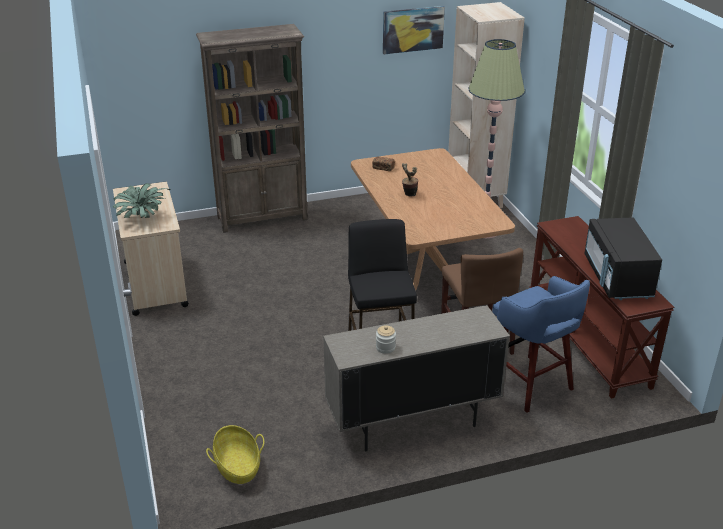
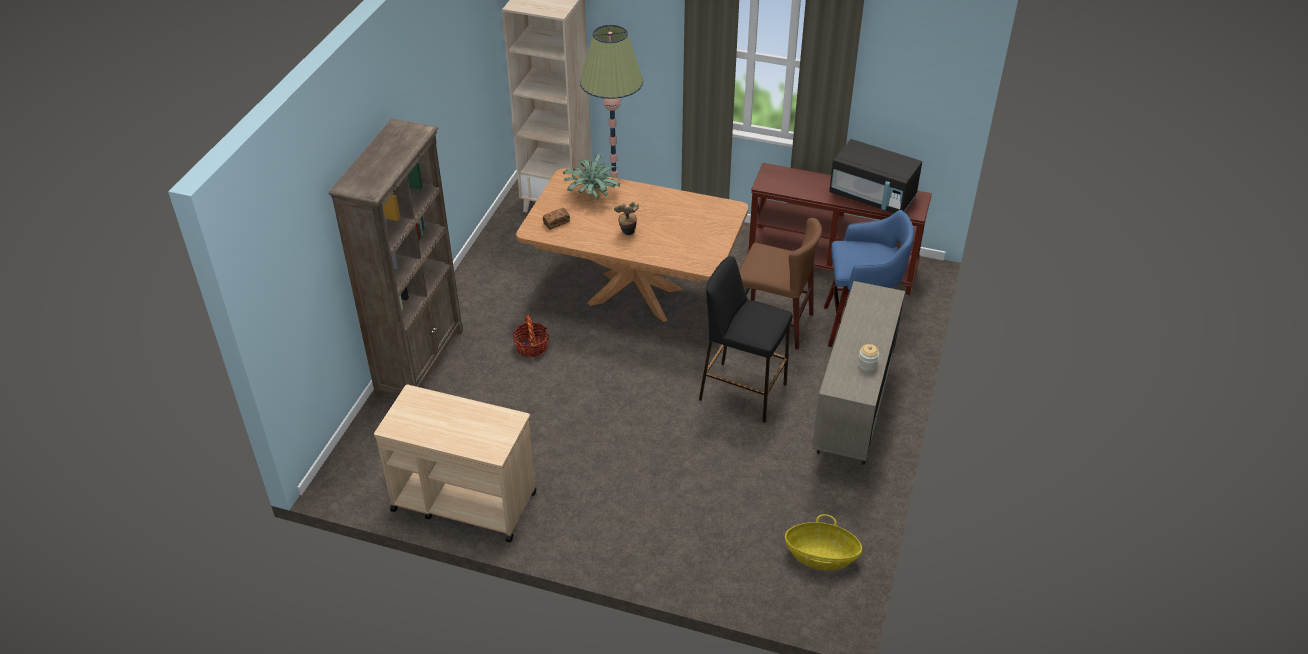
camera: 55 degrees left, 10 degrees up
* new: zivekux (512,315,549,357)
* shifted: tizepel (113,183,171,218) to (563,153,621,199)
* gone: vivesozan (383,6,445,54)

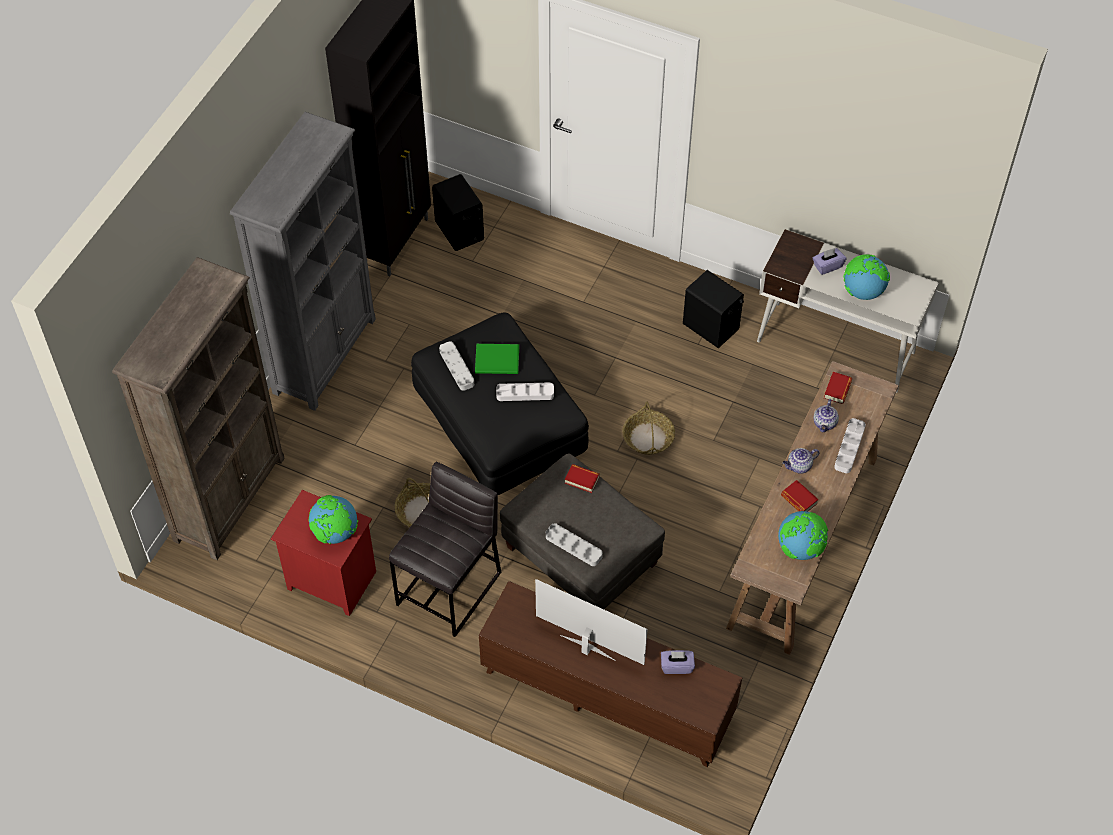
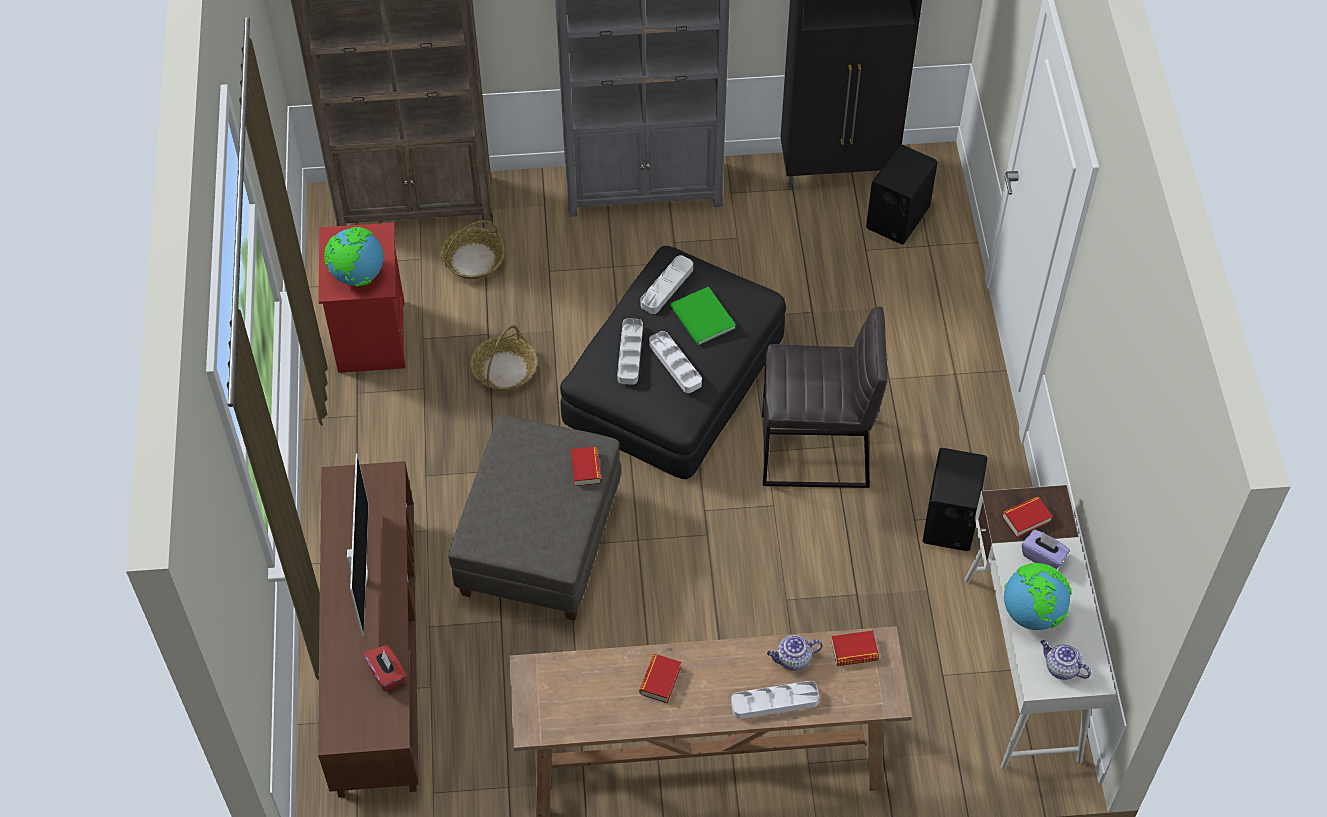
camera: 60 degrees right, 0 degrees up
* repainted: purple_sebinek (661,650,695,674) to red_sebinek (363,645,406,691)
* shifted: zivekux (622,402,675,455) to (440,220,505,279)
* shifted: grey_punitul (546,523,603,566) to (617,318,643,385)
* shifted: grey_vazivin (389,462,501,637) to (762,307,888,488)
* new: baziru (1002,497,1053,538)
* shifted: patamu (783,448,820,474) to (1040,640,1091,680)
* gone: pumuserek (778,511,828,560)

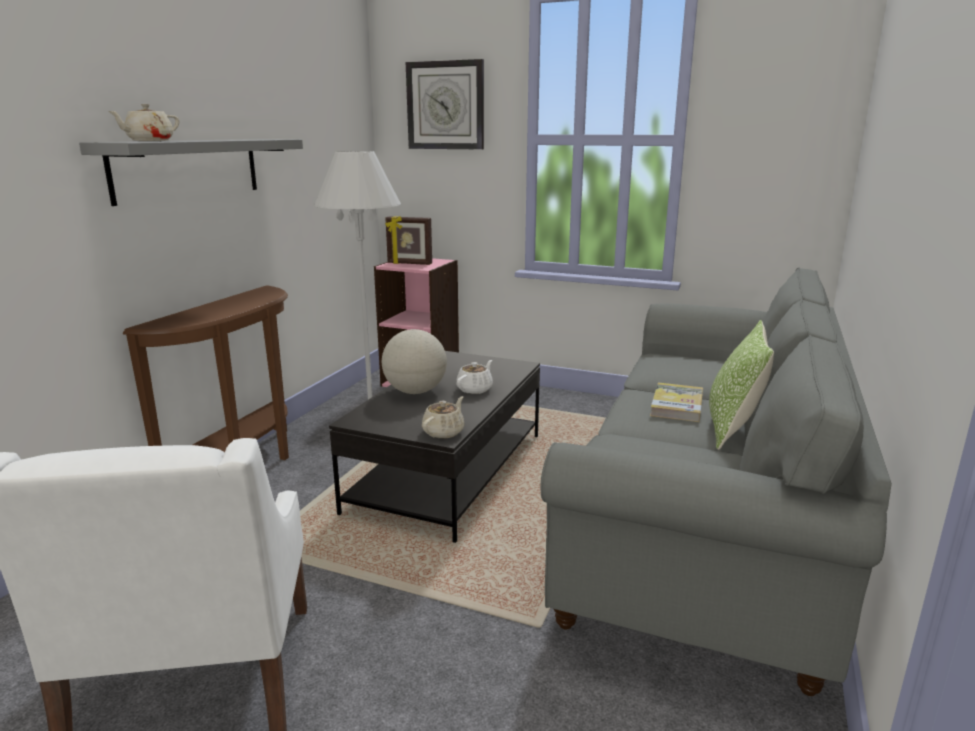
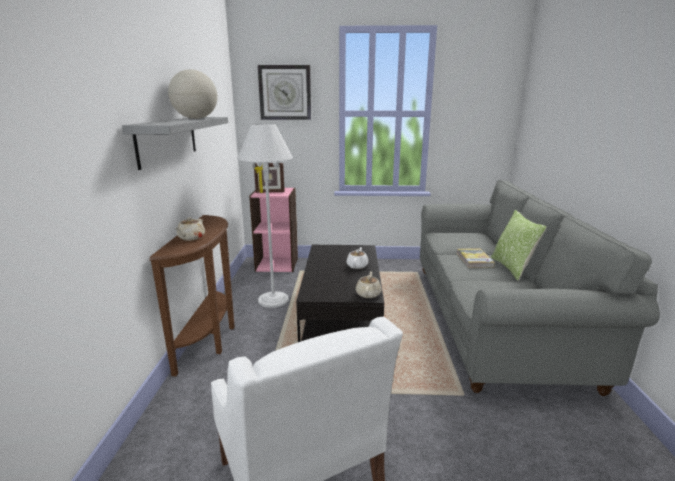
camera: 20 degrees left, 0 degrees up
* shifted: pumuserek (382,329,447,394) to (168,69,218,119)
* shifted: beige_patamu (108,104,179,141) to (175,217,205,241)

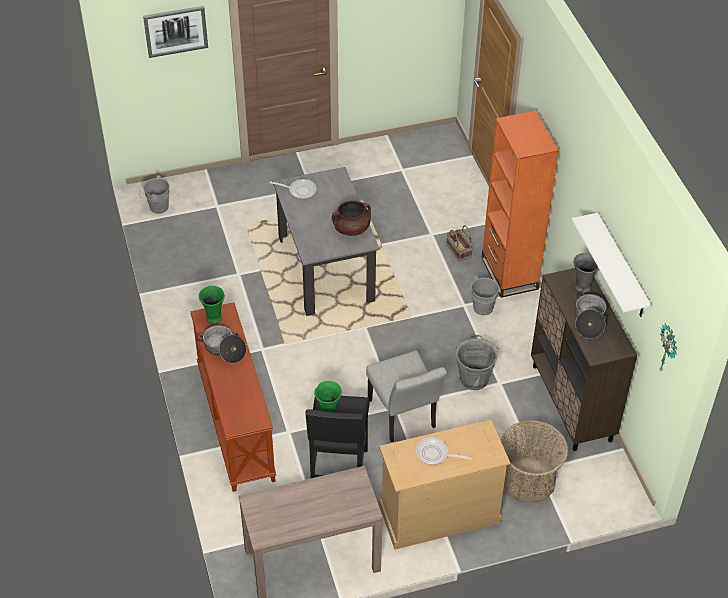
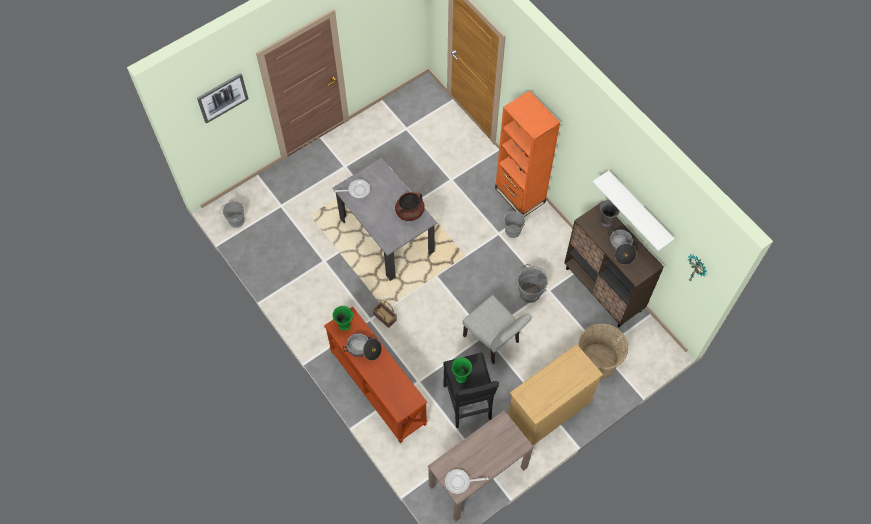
camera: 20 degrees left, 15 degrees up
* shifted: zivekux (446,225,473,262) to (372,301,397,328)
* shifted: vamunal (416,437,472,465) to (445,469,488,494)

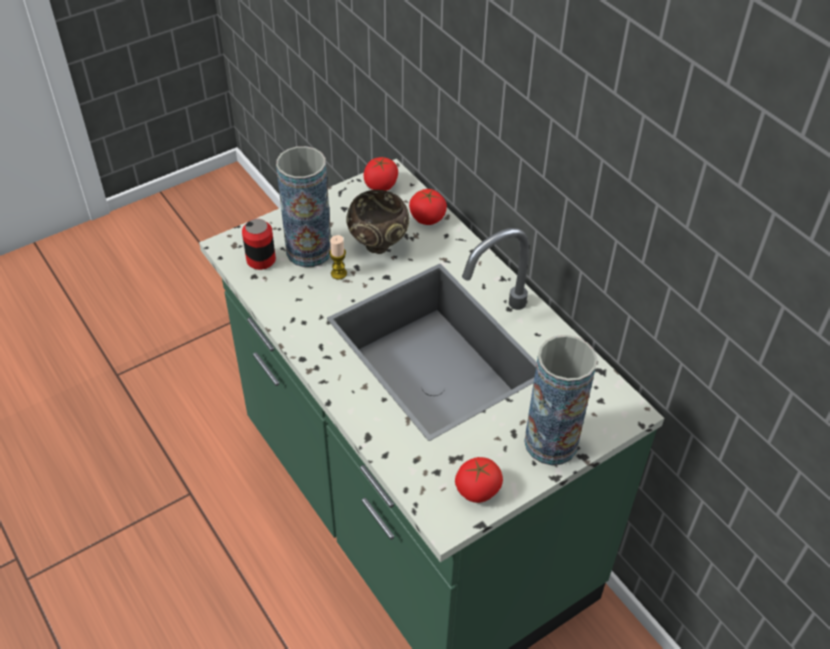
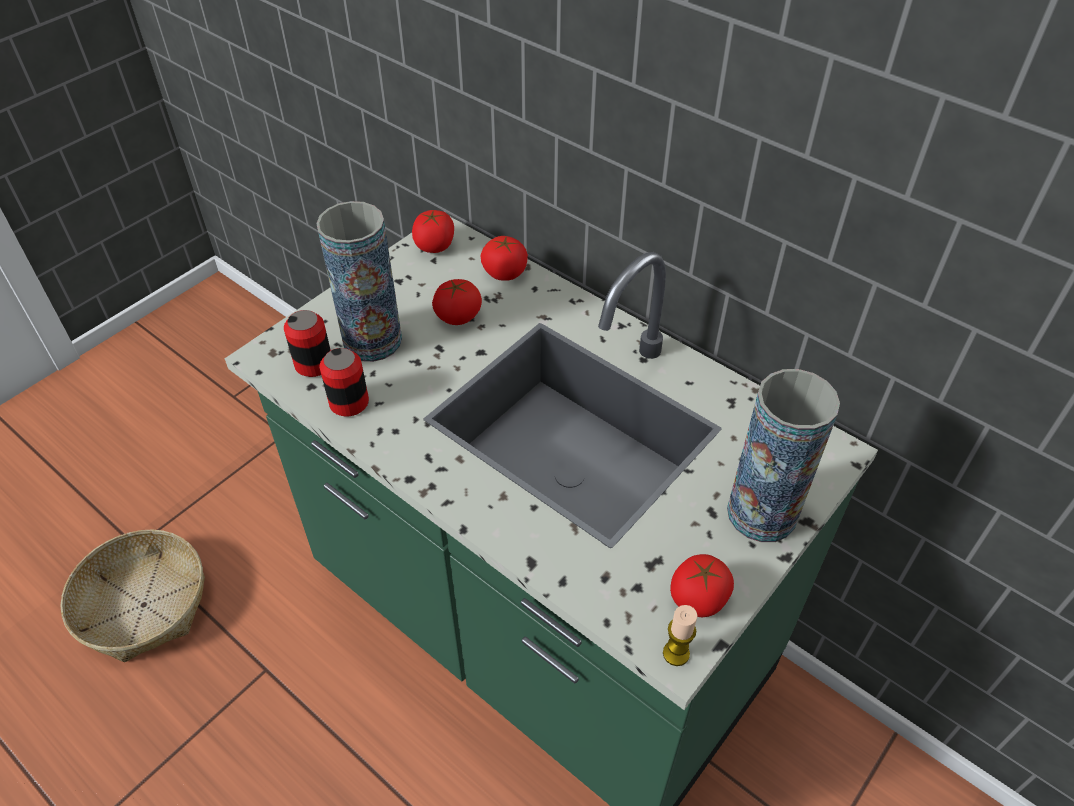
camera: 15 degrees left, 0 degrees up
* new: zivekux (61,530,205,662)
* new: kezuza (320,348,369,417)
* swapped: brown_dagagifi (346,190,409,254) to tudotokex (432,279,482,325)
* shifted: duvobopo (329,235,347,280) to (663,605,698,666)

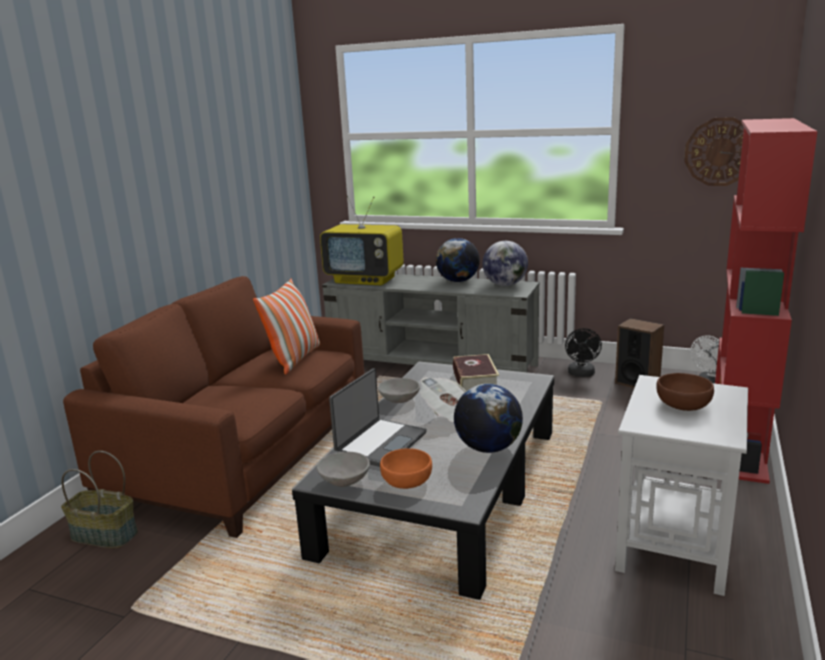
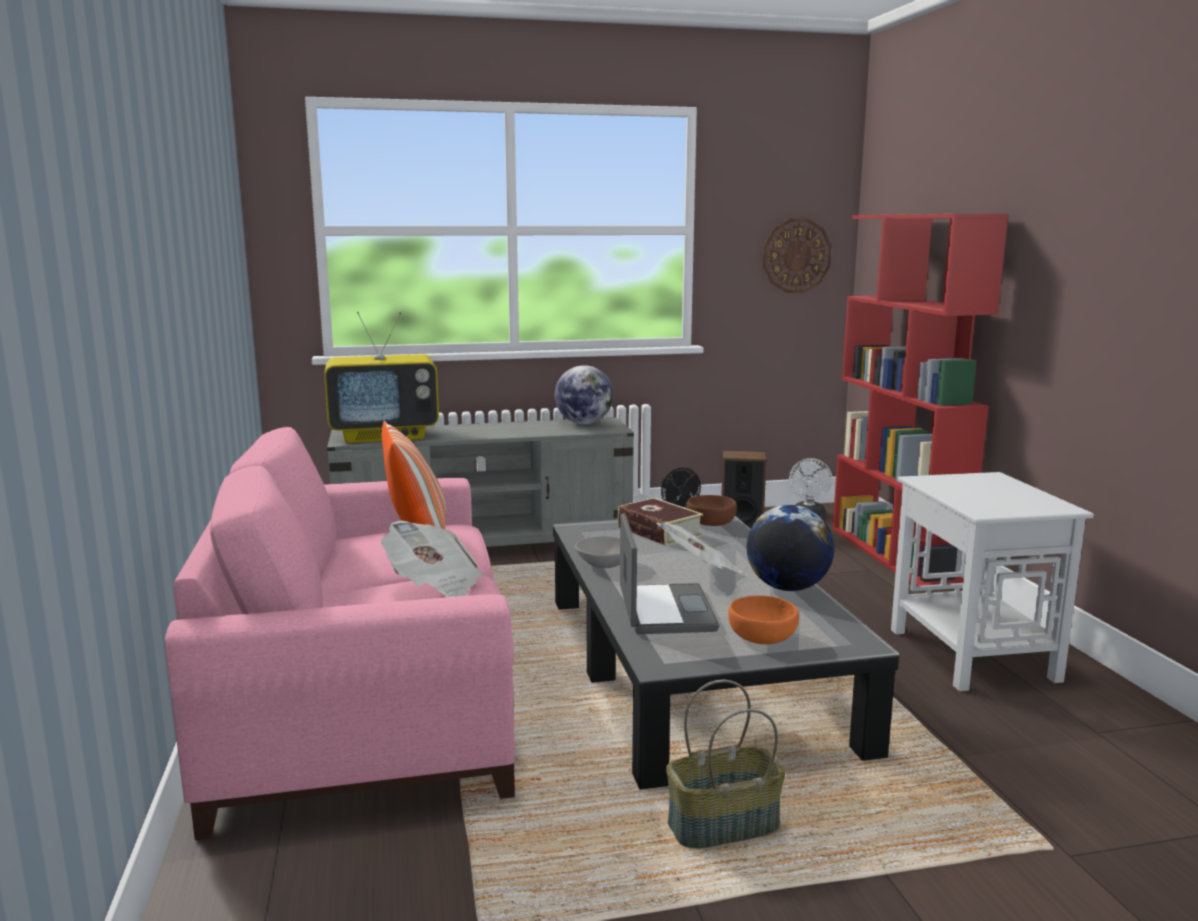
camera: 35 degrees left, 5 degrees down
* repainted: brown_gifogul (63,276,364,538) to pink_gifogul (165,427,515,840)
* new: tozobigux (381,521,483,597)
* shifted: zivekux (61,451,138,548) to (666,680,786,848)
* shifted: brown_dagagifi (656,373,714,411) to (686,495,737,526)
* gone: grey_dagagifi (317,452,370,487)
* gone: pumuserek (436,238,480,282)

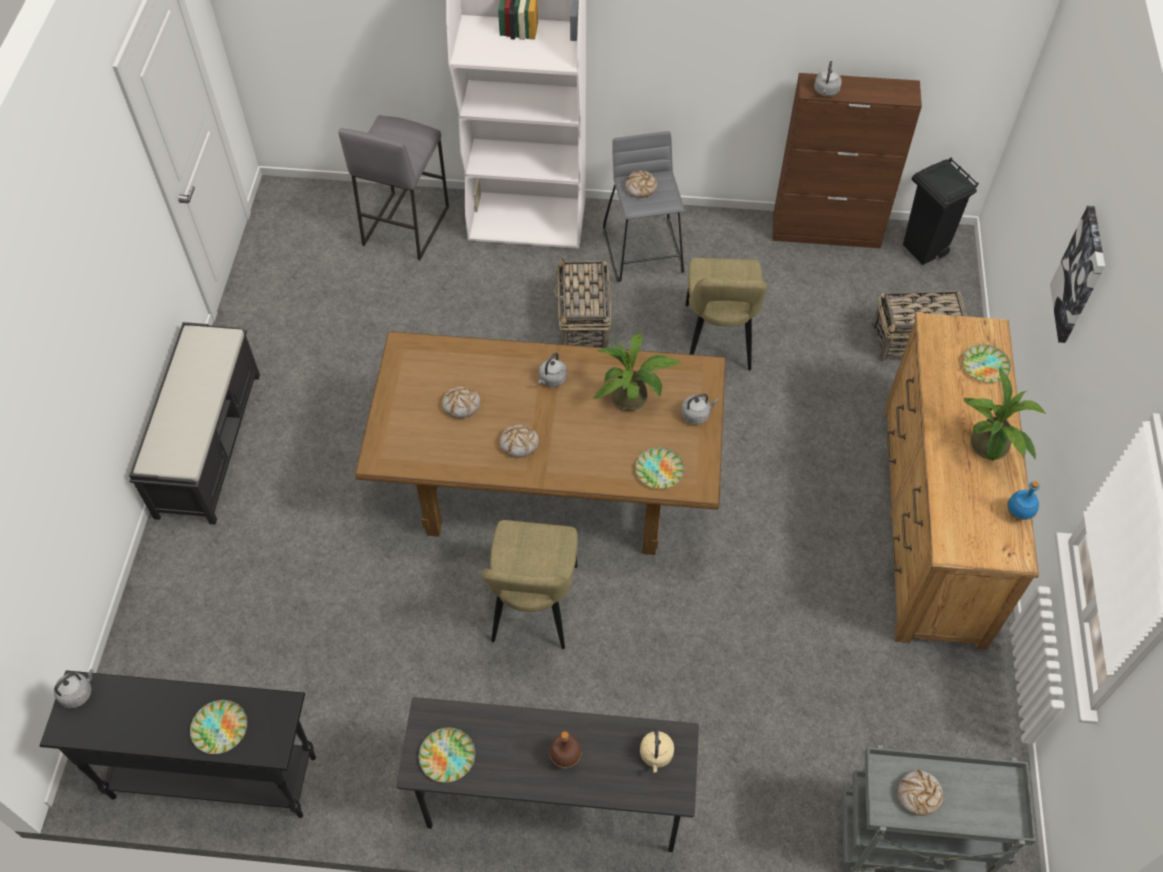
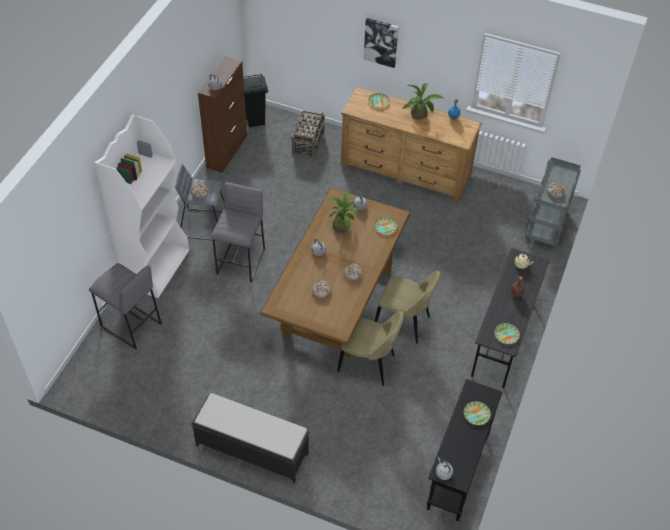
camera: 75 degrees left, 5 degrees down
* swapped: zivekux (553,257,611,348) to grey_vazivin (212,182,265,282)
* shifted: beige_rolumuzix (686,258,767,370) to (337,311,404,386)

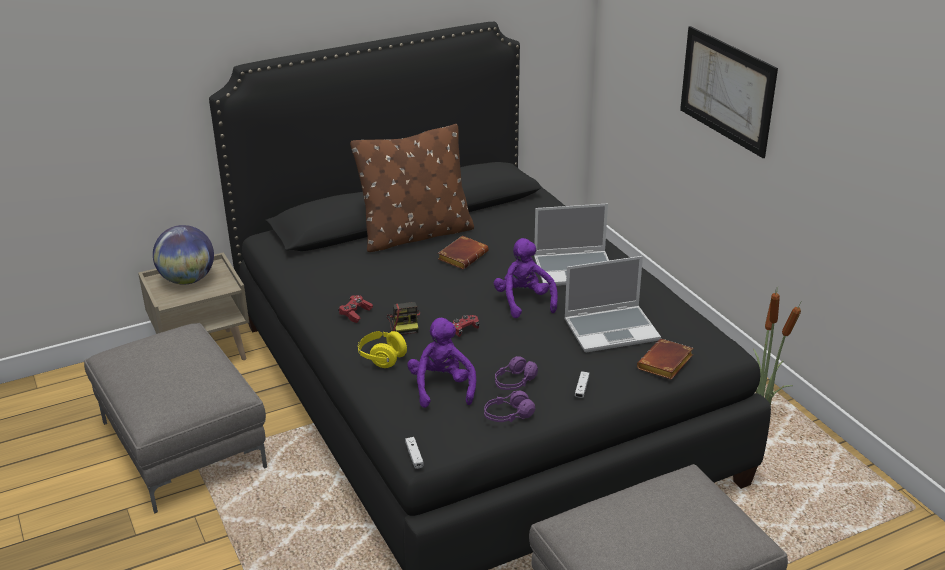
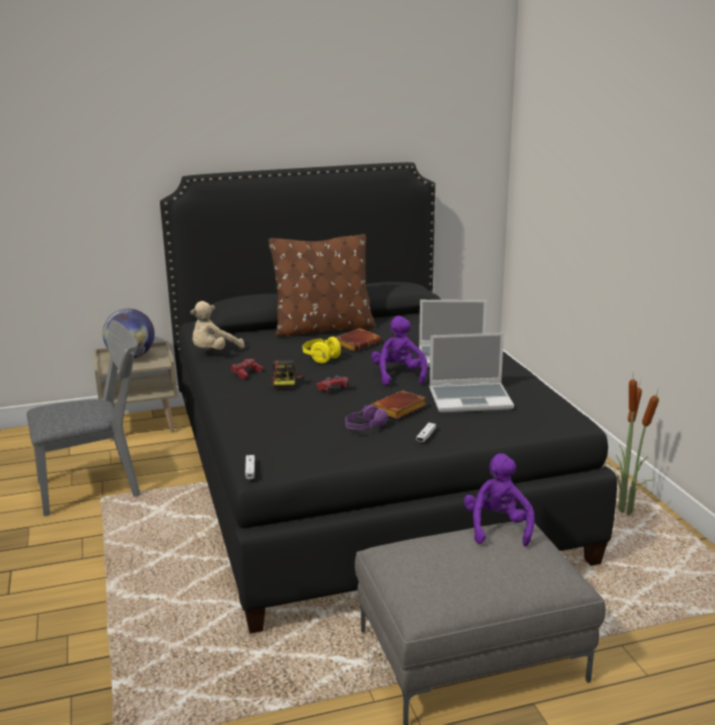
camera: 10 degrees right, 10 degrees down
* swapped: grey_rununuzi (84,323,267,513) to grey_rolumuzix (27,320,140,516)
* new: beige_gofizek (190,301,245,350)
* shifted: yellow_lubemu (358,331,408,368) to (302,337,342,363)
* shifted: brown_baziru (637,339,694,380) to (371,390,427,419)
* shifted: purple_gofizek (407,318,476,408) to (464,453,535,547)
* gone: purple_lubemu (484,390,535,422)
* gone: vivesozan (680,26,778,158)

